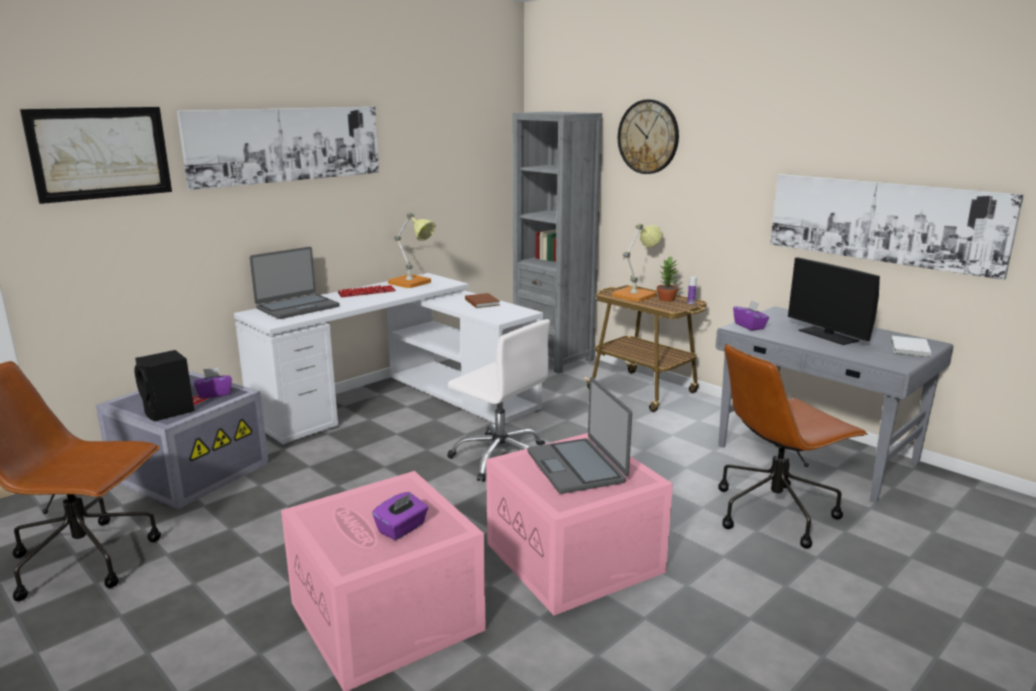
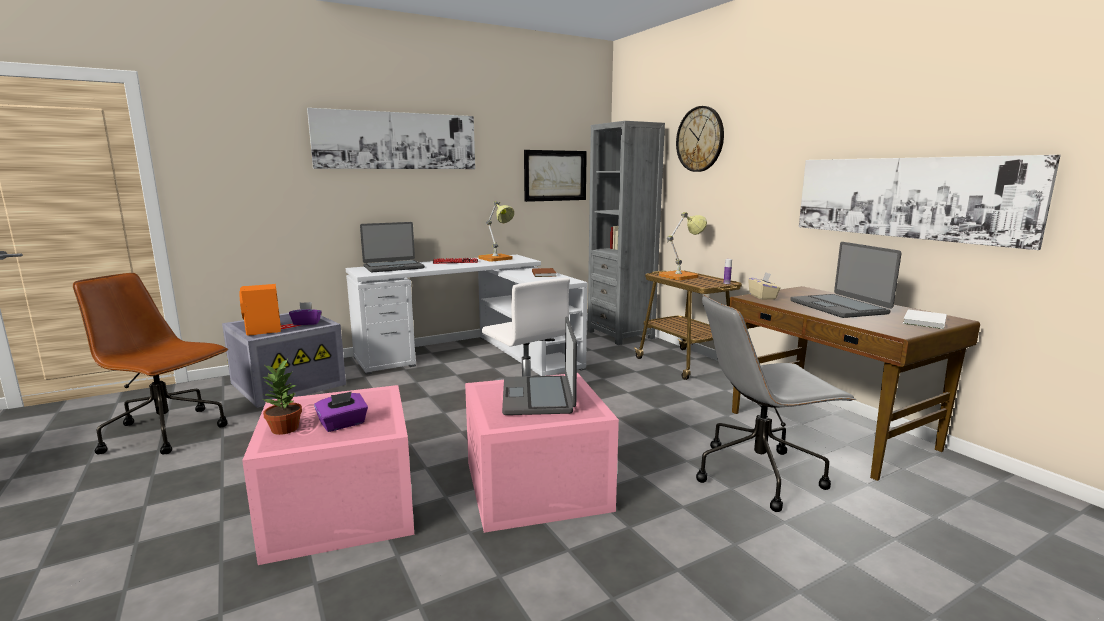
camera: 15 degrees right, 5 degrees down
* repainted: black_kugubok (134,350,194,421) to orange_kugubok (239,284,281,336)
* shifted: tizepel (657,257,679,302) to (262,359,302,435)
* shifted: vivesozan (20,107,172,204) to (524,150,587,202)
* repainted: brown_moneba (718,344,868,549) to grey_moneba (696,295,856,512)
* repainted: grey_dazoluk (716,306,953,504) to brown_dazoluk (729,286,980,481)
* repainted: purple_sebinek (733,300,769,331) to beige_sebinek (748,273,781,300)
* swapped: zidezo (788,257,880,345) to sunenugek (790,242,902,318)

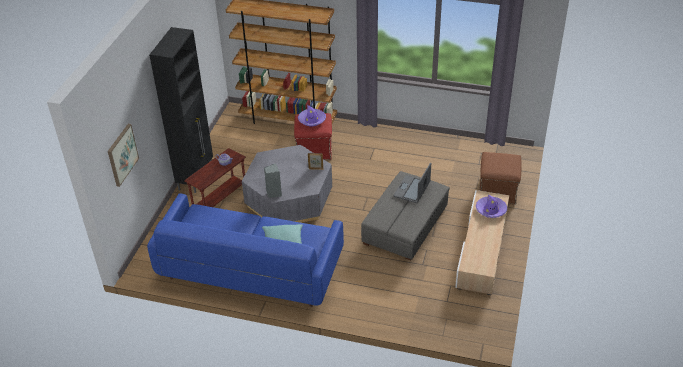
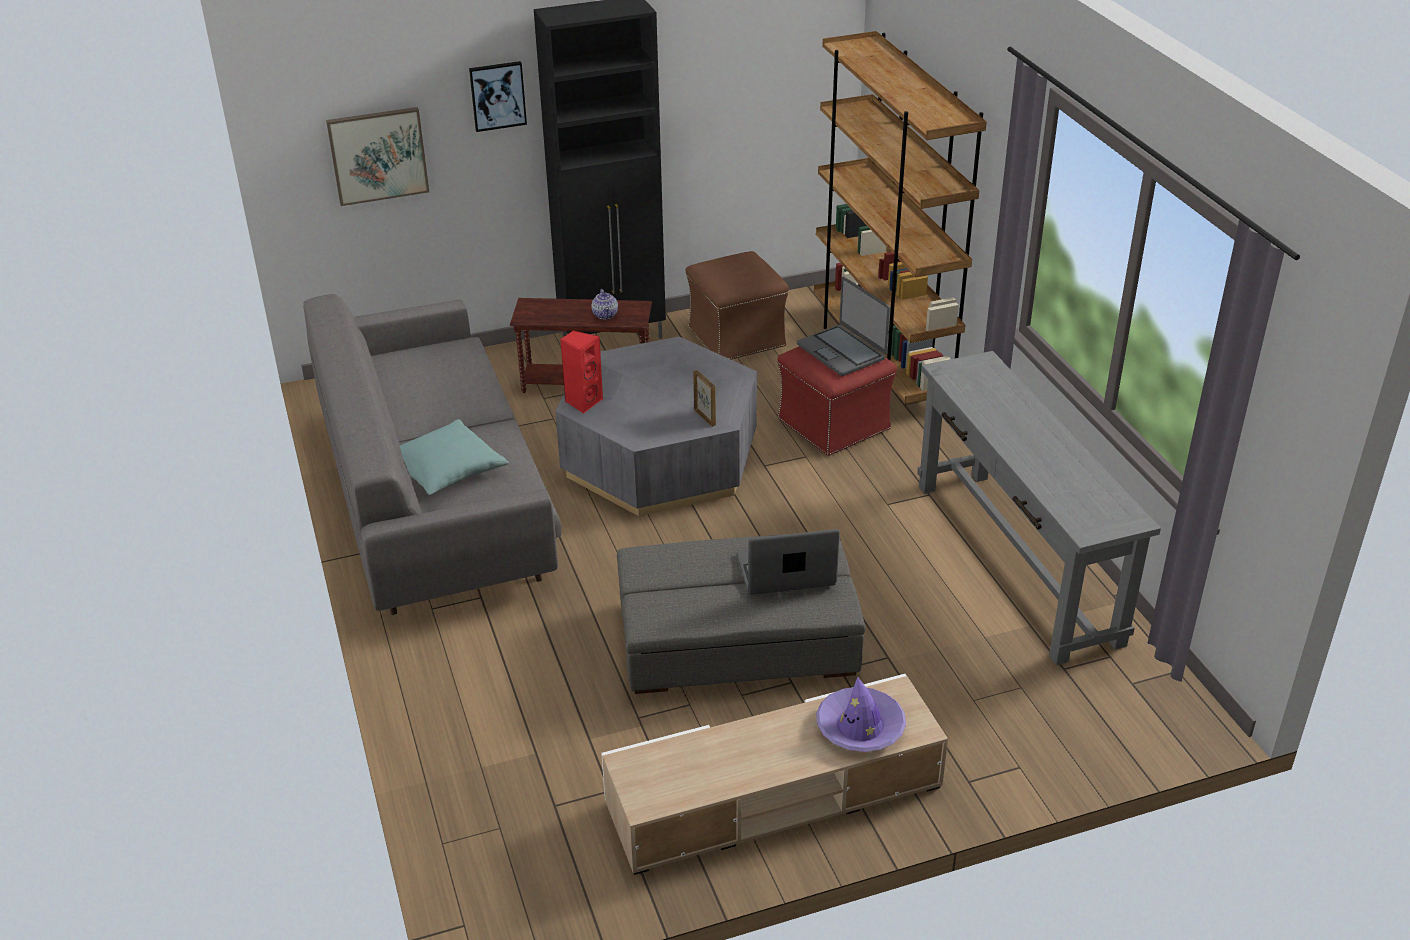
camera: 55 degrees right, 5 degrees down
* repainted: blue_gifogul (147,193,344,307) to grey_gifogul (303,294,562,615)
* new: vivesozan (469,61,527,132)
* repainted: grey_kugubok (264,163,282,198) to red_kugubok (560,330,603,413)
* shifted: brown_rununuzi (479,152,521,205) to (686,251,789,360)
* swapped: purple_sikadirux (298,105,326,126) to sunenugek (797,276,891,376)
* new: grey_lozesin (917,351,1161,665)

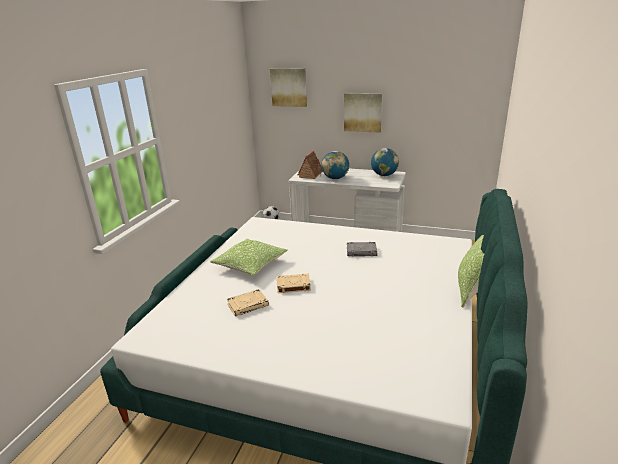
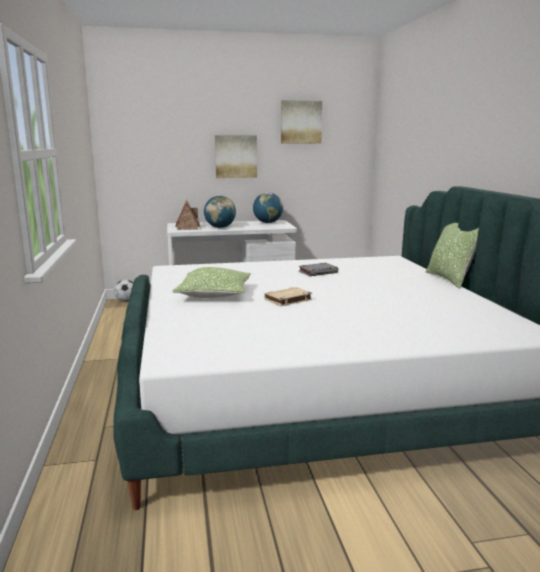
camera: 30 degrees left, 10 degrees down
* shifted: vivesozan (270,68,307,107) to (281,100,322,144)
* gone: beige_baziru (227,289,269,316)

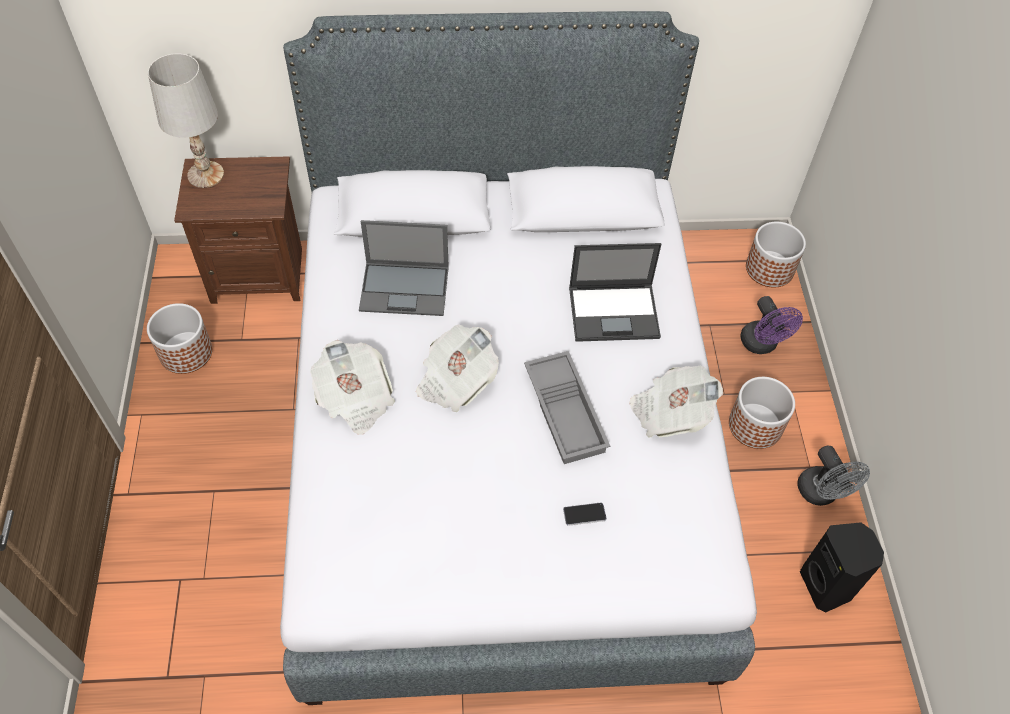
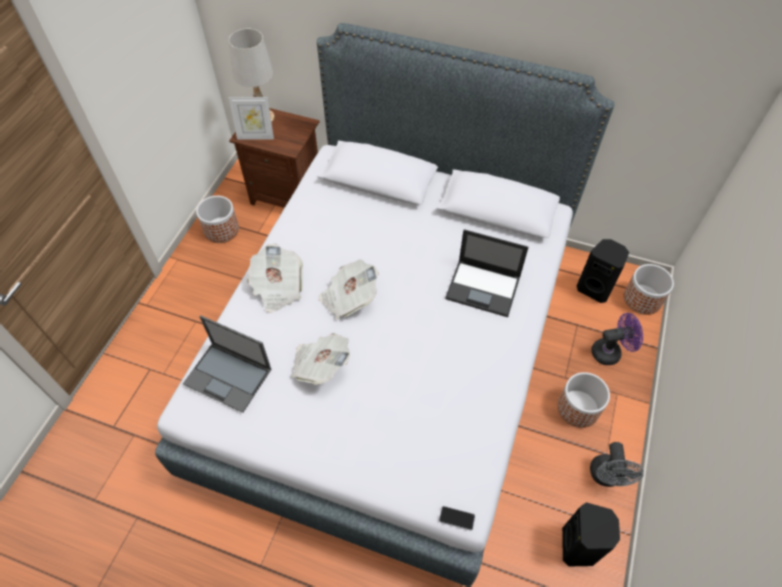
camera: 25 degrees right, 0 degrees up
* shifted: sunenugek (359,220,449,316) to (183,315,271,413)
* new: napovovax (229,97,274,140)
* shifted: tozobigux (629,366,723,438) to (291,333,350,385)
* shifted: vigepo (563,502,607,526) to (439,506,475,531)
* new: black_kugubok (577,239,629,303)
* rotated: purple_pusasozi (740,296,803,354) = (591,313,643,365) 105 degrees counterclockwise
* gone: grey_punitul (524,351,610,464)

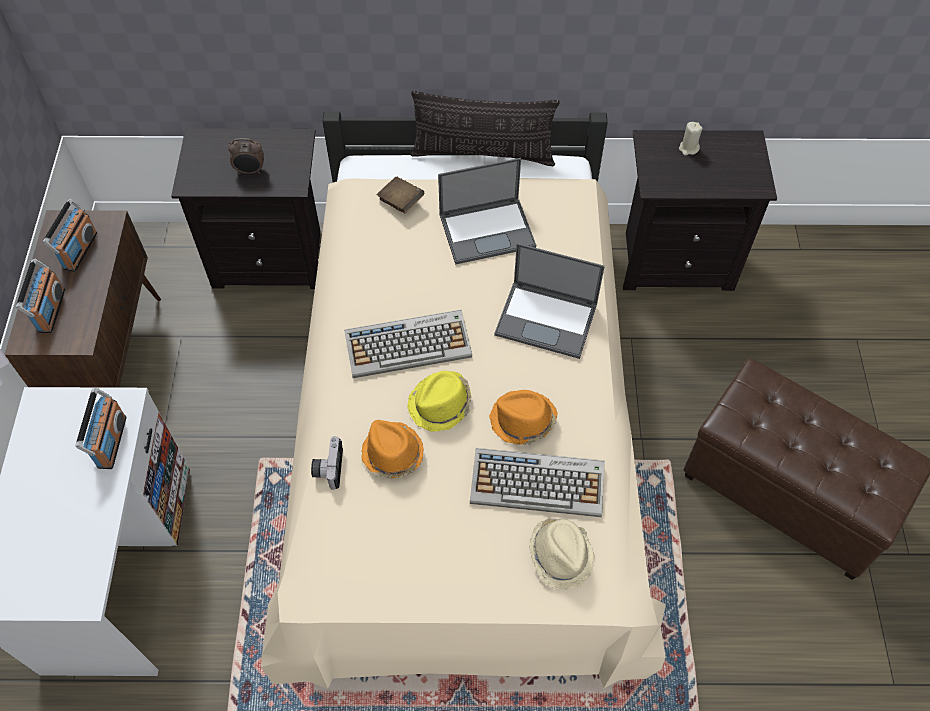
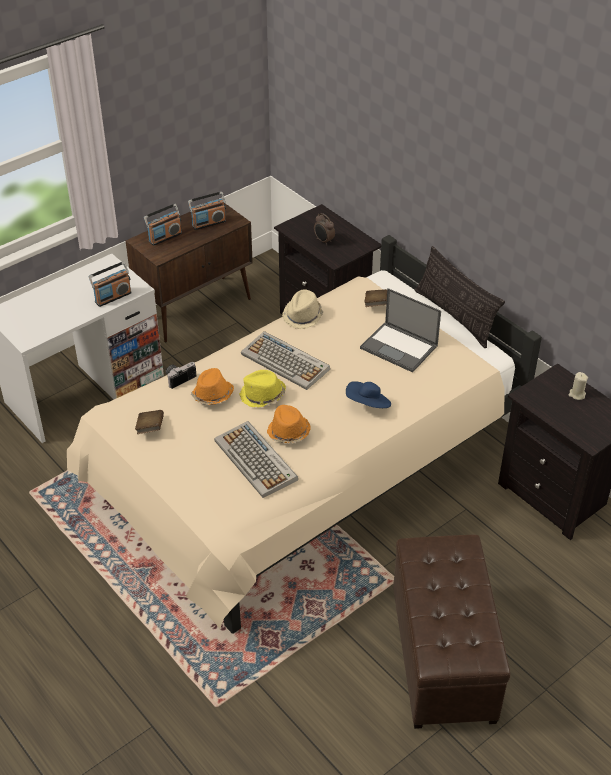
camera: 50 degrees right, 15 degrees down
* new: brown_baziru (135,410,164,434)
* shifted: beige_sikadirux (529,518,595,590) to (282,290,323,329)
* swapped: sunenugek (494,243,605,359) to blue_sikadirux (346,381,391,408)

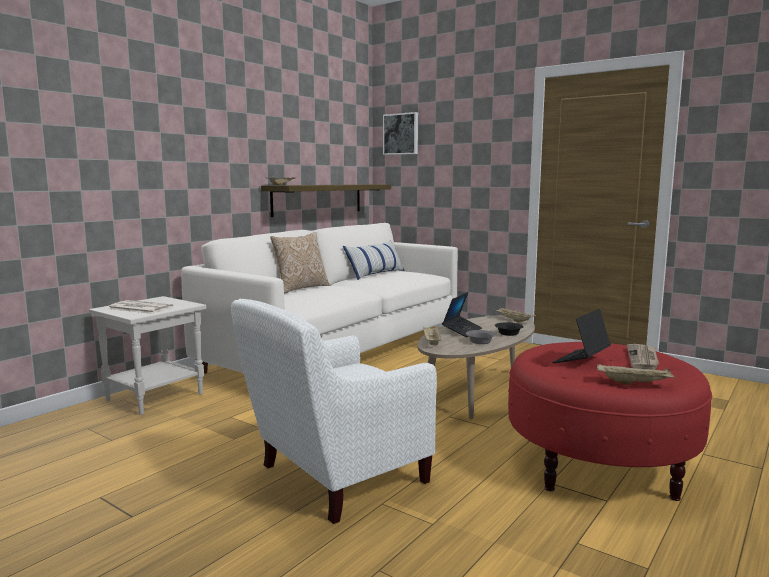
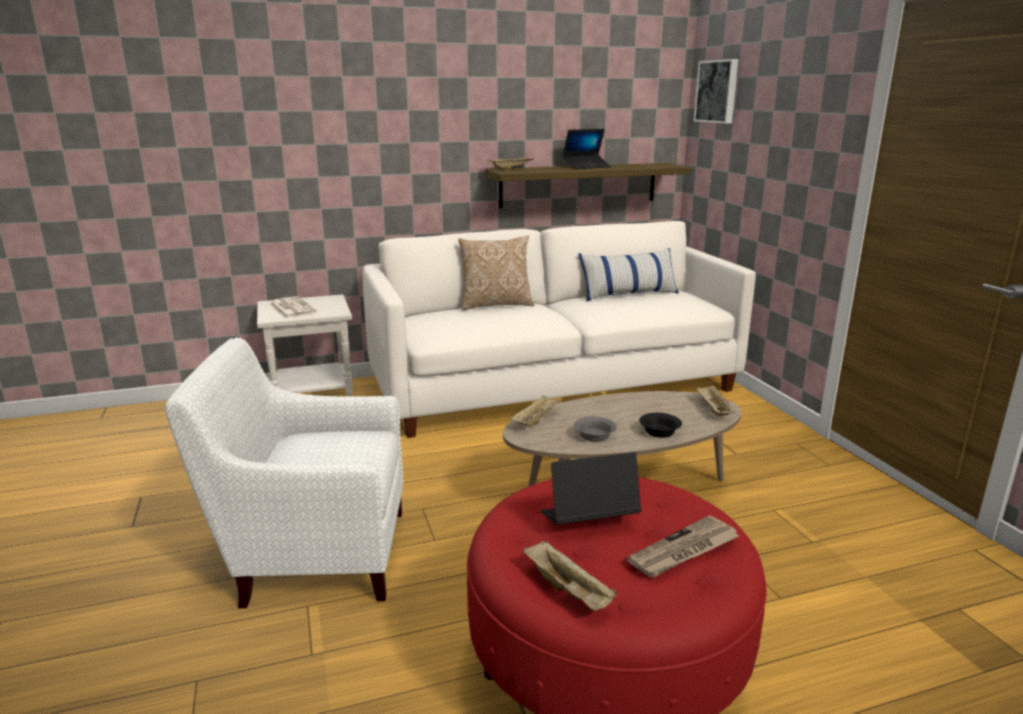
camera: 35 degrees right, 10 degrees up
* shifted: sunenugek (442,292,482,337) to (562,129,611,169)

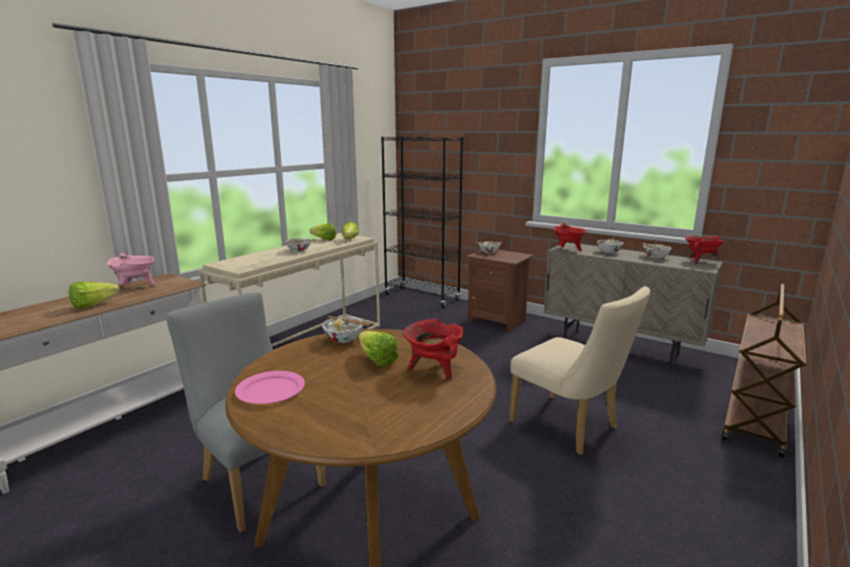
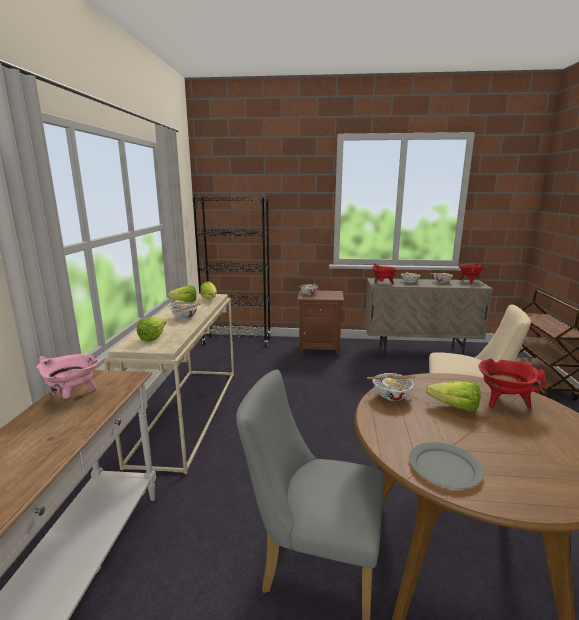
camera: 30 degrees left, 0 degrees up
* shifted: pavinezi (69,282,120,309) to (137,317,166,342)
* repainted: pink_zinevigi (235,371,305,404) to grey_zinevigi (409,442,484,489)

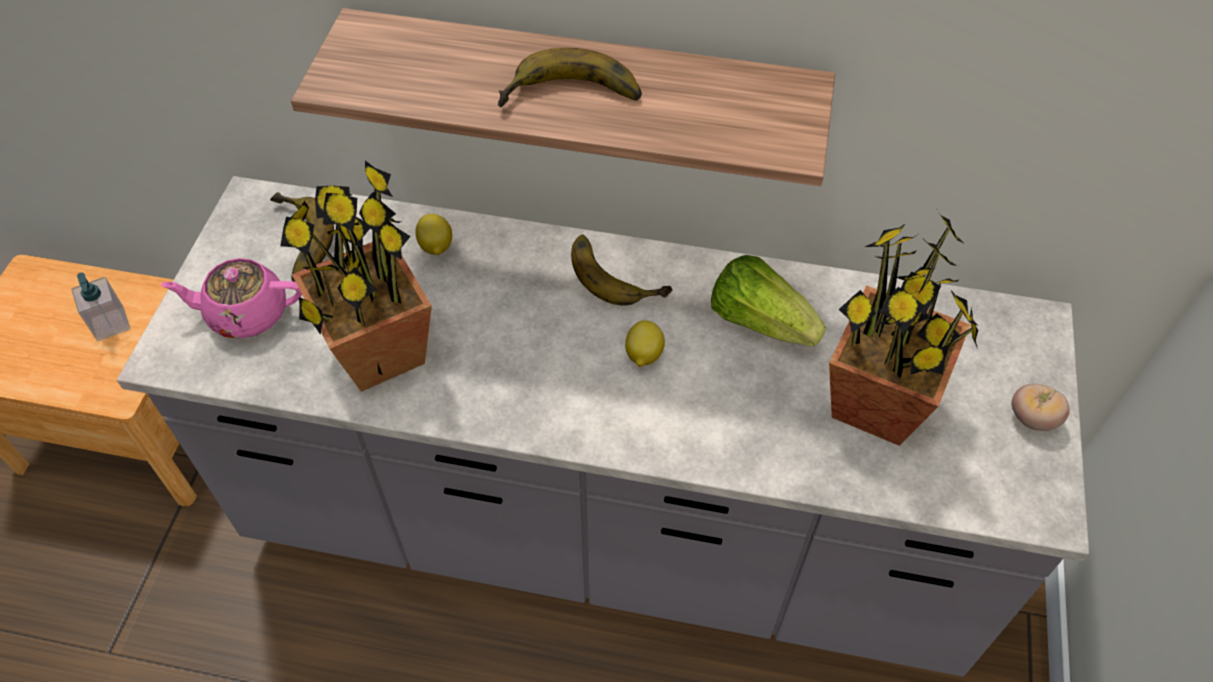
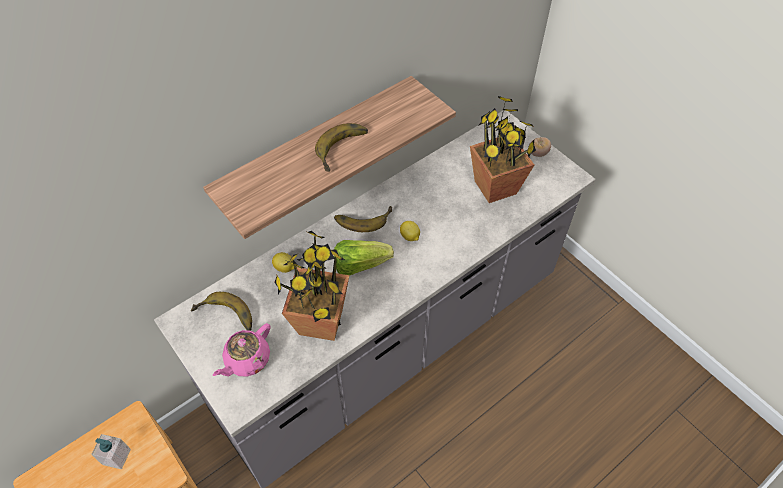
camera: 50 degrees left, 0 degrees up
* shifted: pavinezi (711,255,826,346) to (334,240,394,275)

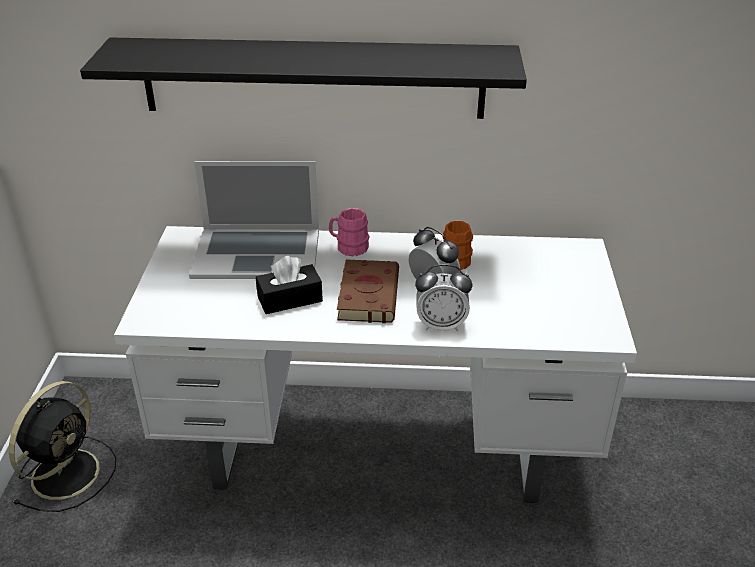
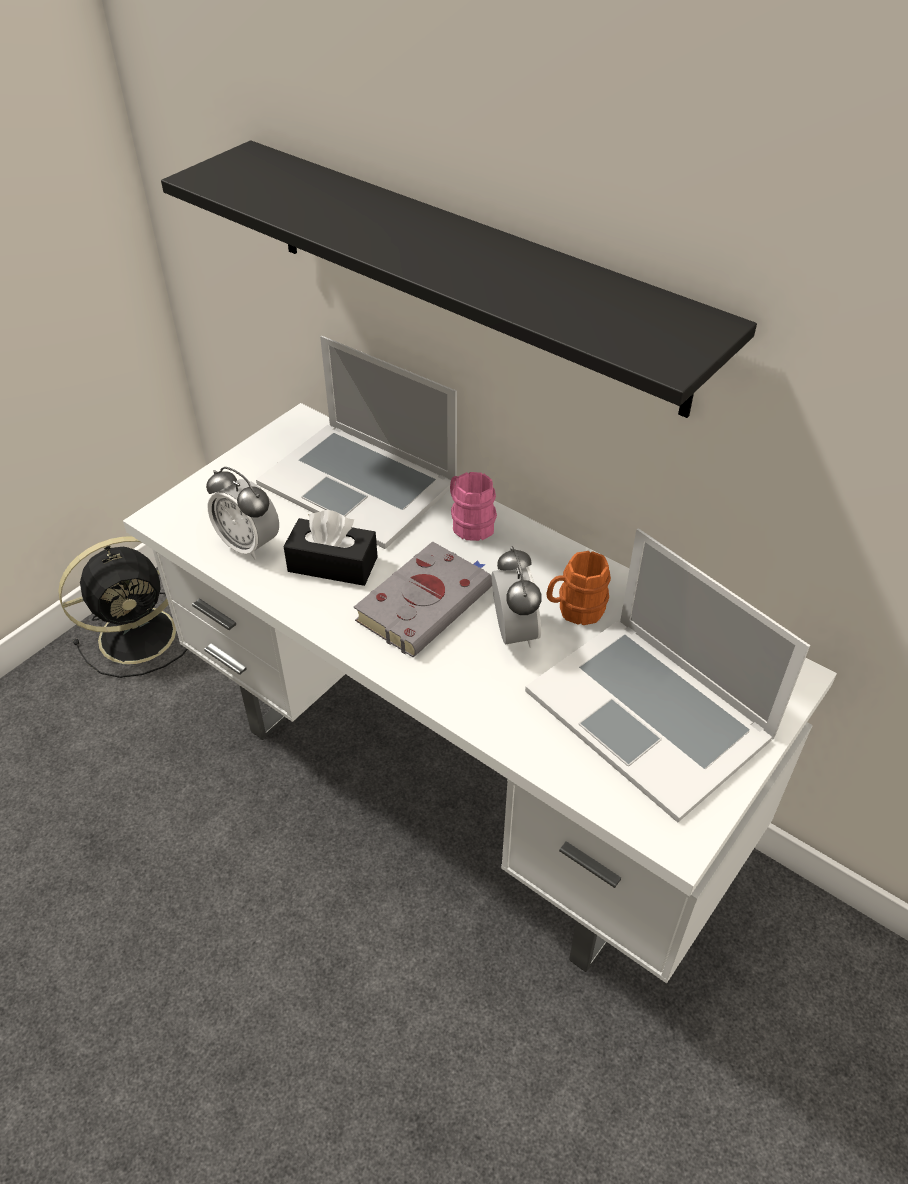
camera: 35 degrees right, 10 degrees up
* shifted: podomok (415,264,472,331) to (206,467,279,560)
* repainted: brown_baziru (337,259,399,323) to grey_baziru (354,541,492,657)
* new: sunenugek (525,529,810,823)

